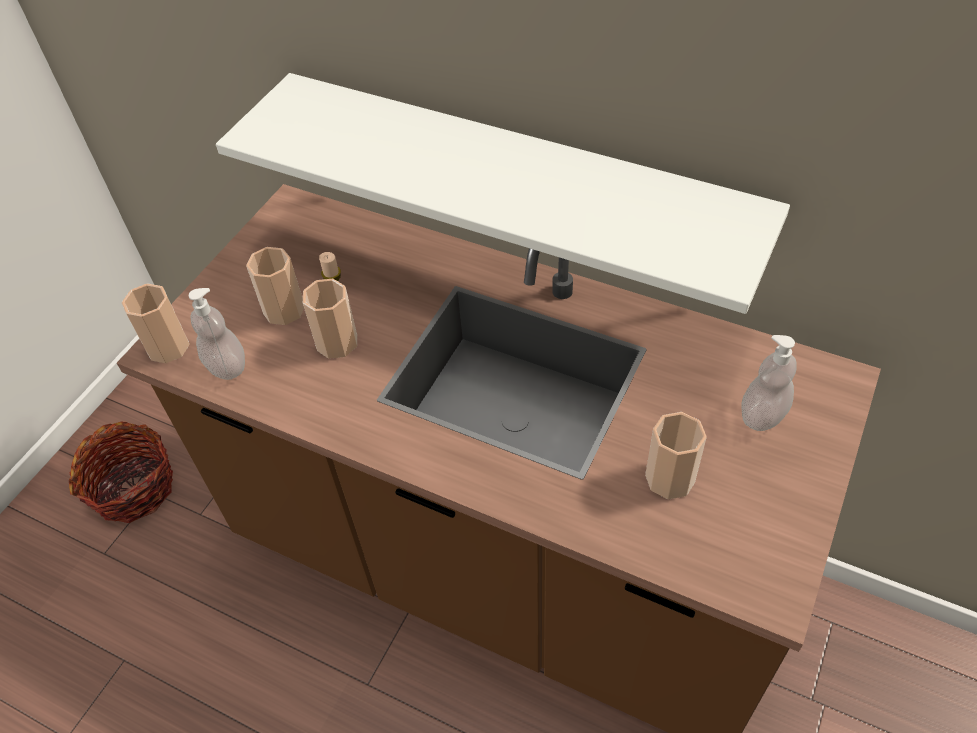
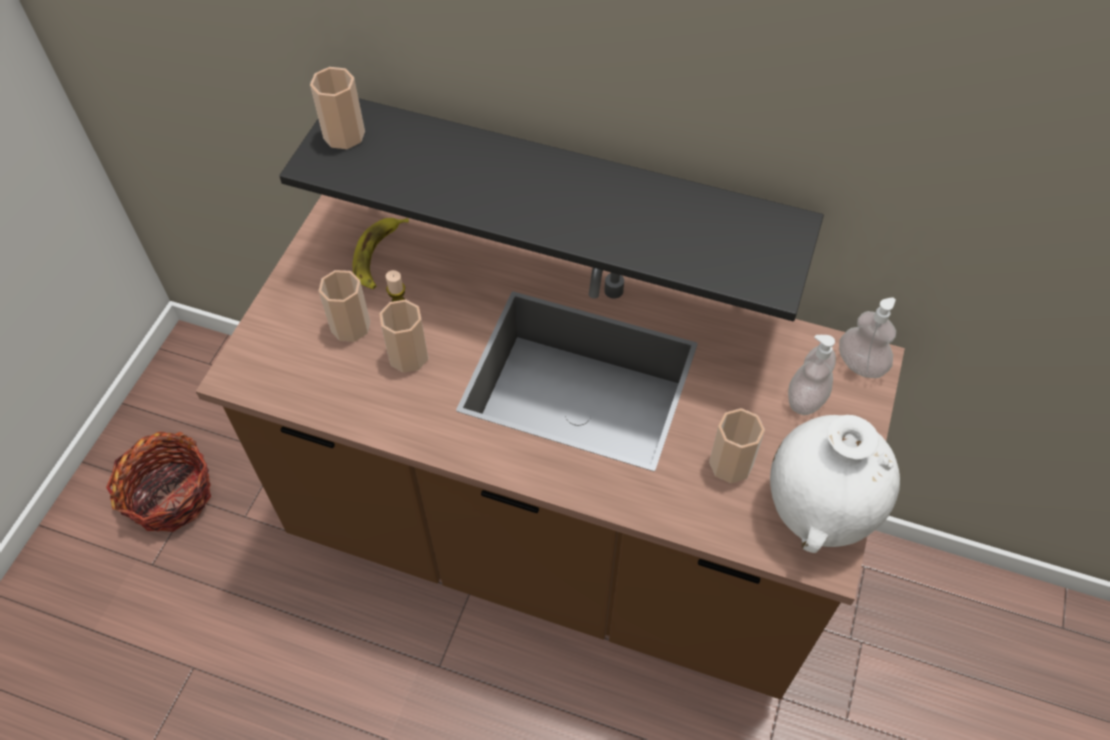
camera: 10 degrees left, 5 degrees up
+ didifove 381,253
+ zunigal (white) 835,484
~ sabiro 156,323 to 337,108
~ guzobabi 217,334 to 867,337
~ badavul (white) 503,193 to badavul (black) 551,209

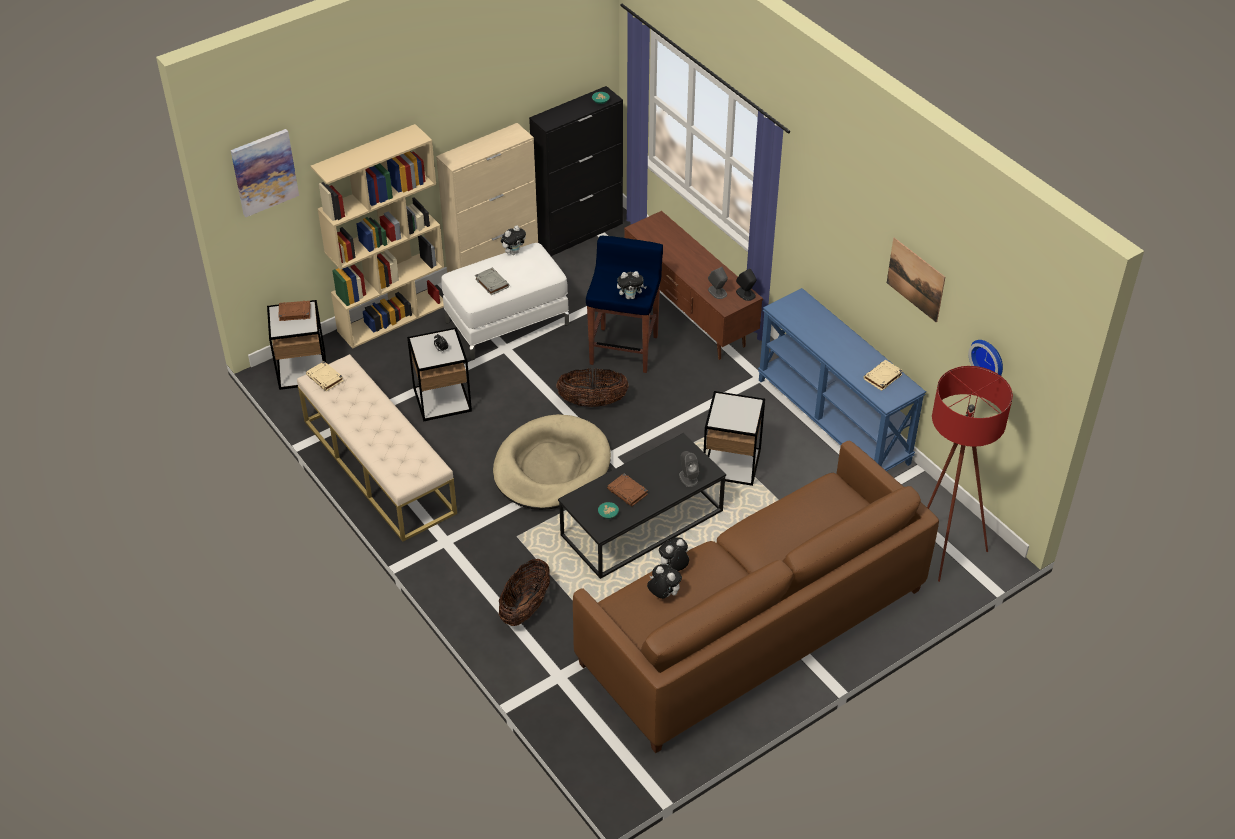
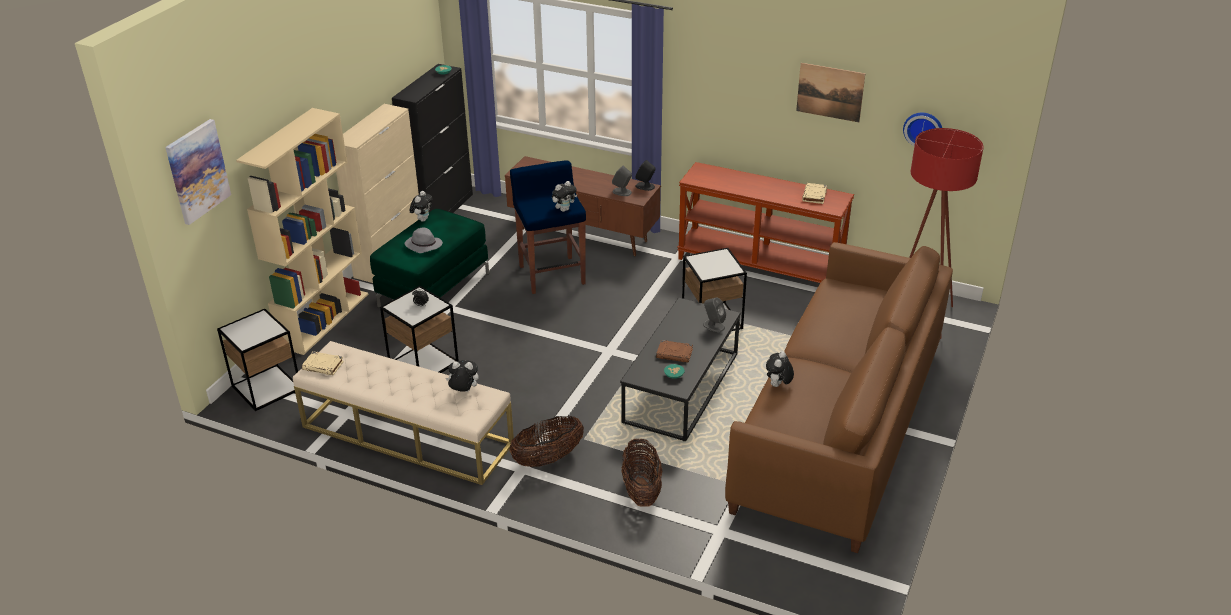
camera: 30 degrees left, 10 degrees down
- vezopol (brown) 294,311
- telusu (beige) 552,462
~ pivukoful 592,387 to 546,441
~ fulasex 664,581 to 462,376
~ vezopol (grey) 492,281 to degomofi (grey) 424,240
~ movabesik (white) 505,301 to movabesik (green) 429,258
~ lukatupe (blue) 842,379 to lukatupe (brown) 765,222

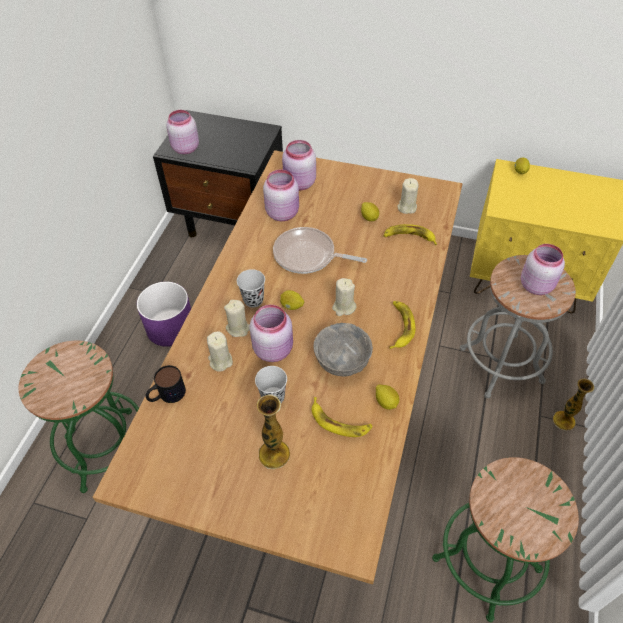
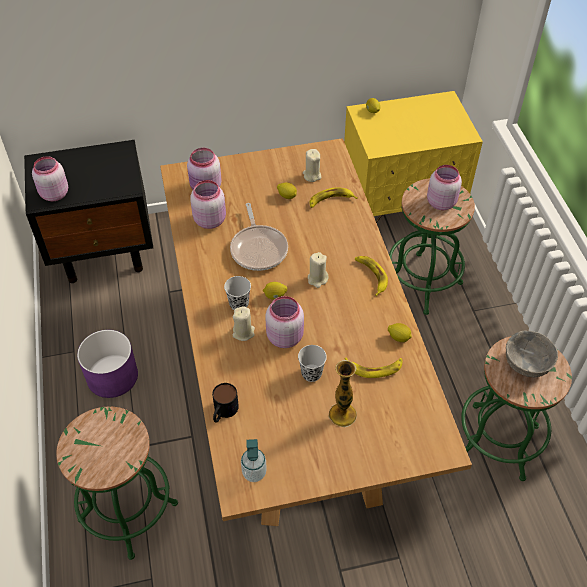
camera: 30 degrees left, 0 degrees up
- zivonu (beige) 220,352
- zunigal 573,404
+ guzobabi 254,460
~ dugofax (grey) 343,350 to 532,353
~ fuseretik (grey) 518,326 to fuseretik (green) 432,246
~ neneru 320,250 = 259,237 90 degrees counterclockwise

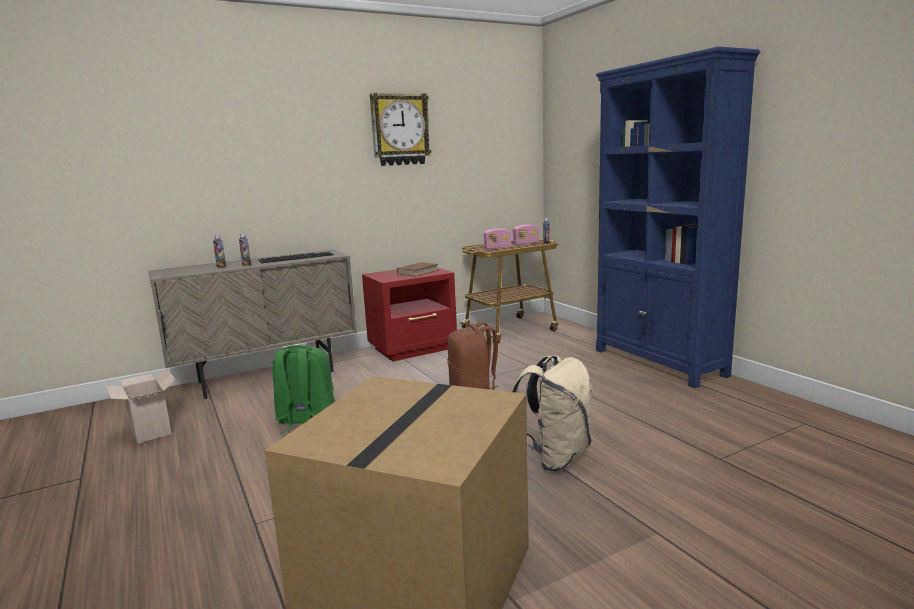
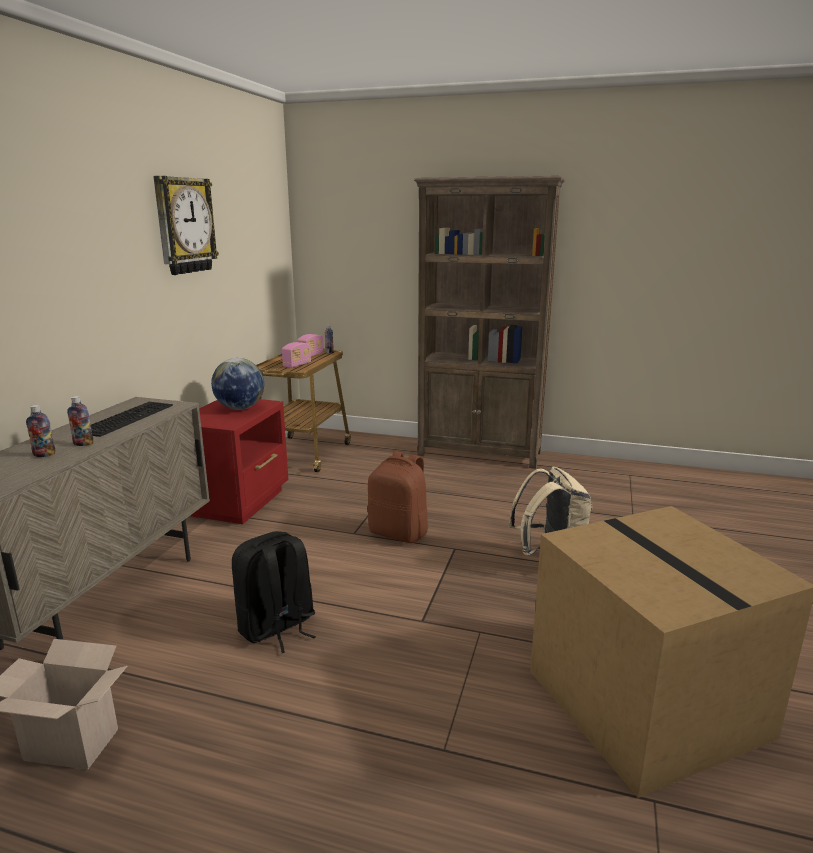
camera: 45 degrees left, 5 degrees up
~ vezopol (brown) 418,269 to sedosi 237,384
~ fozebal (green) 303,389 to fozebal (black) 274,592
~ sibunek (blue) 678,217 to sibunek (brown) 489,322

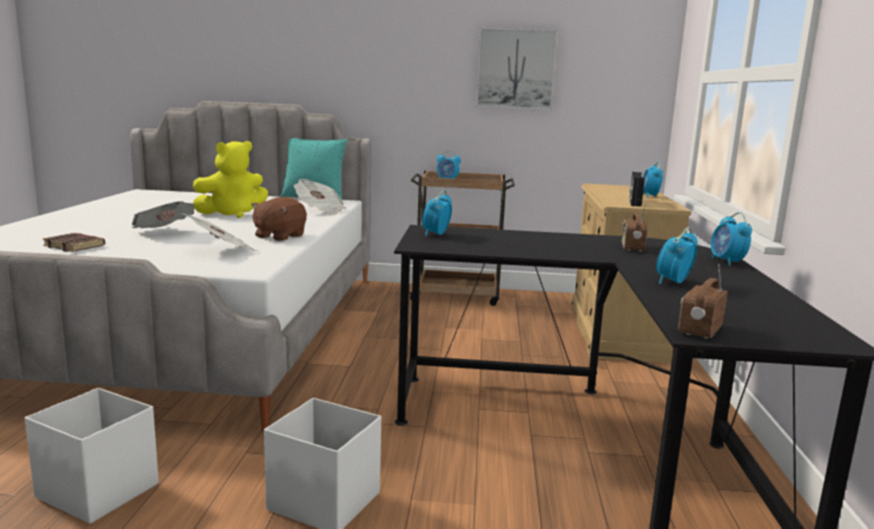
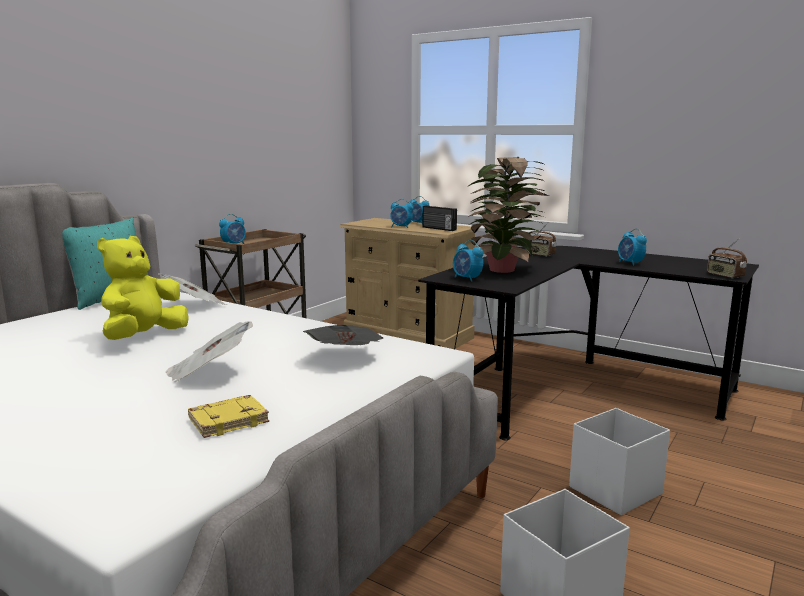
camera: 60 degrees left, 0 degrees up
- fulasex (brown) 279,219
- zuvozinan 517,69
+ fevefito 508,215
~ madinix 731,239 to 401,213
~ vezopol (brown) 74,242 to vezopol (yellow) 228,416
~ fulasex (yellow) 230,179 = 143,288 150 degrees counterclockwise

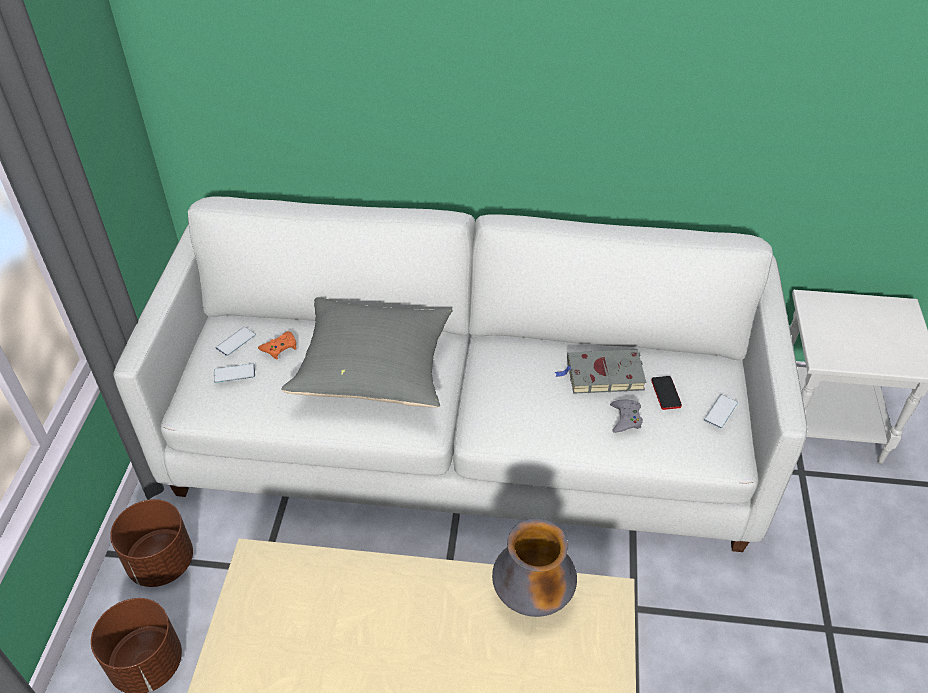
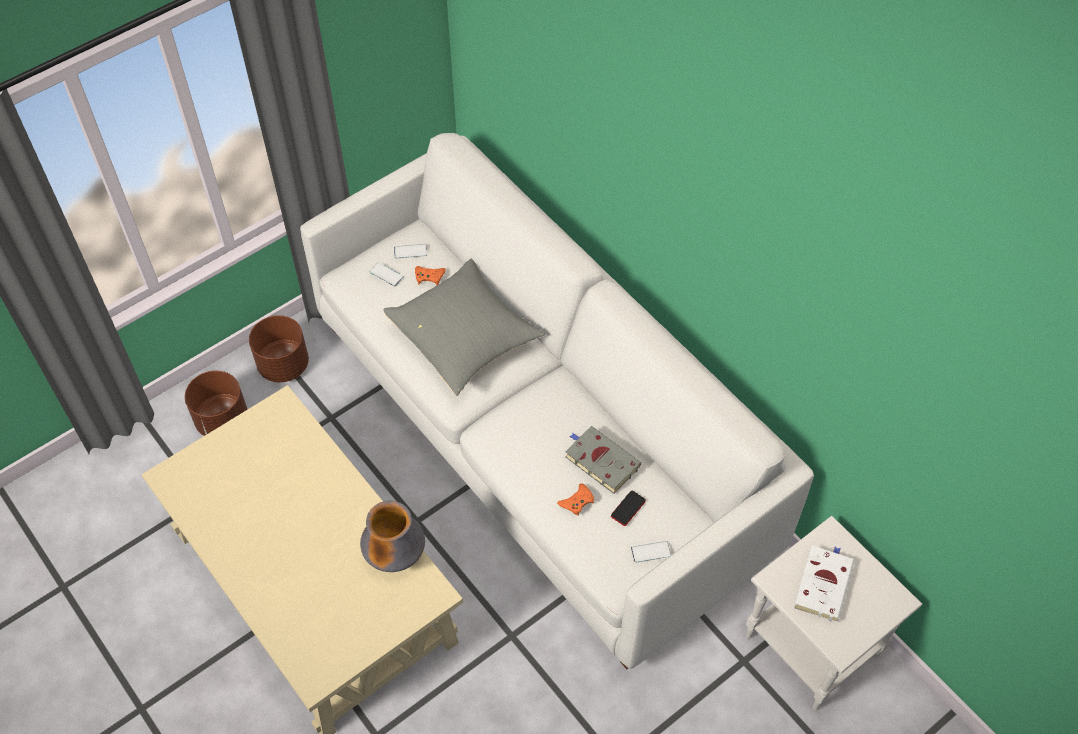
camera: 45 degrees right, 10 degrees up
+ vezopol (white) 824,584
~ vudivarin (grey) 626,416 to vudivarin (orange) 575,499

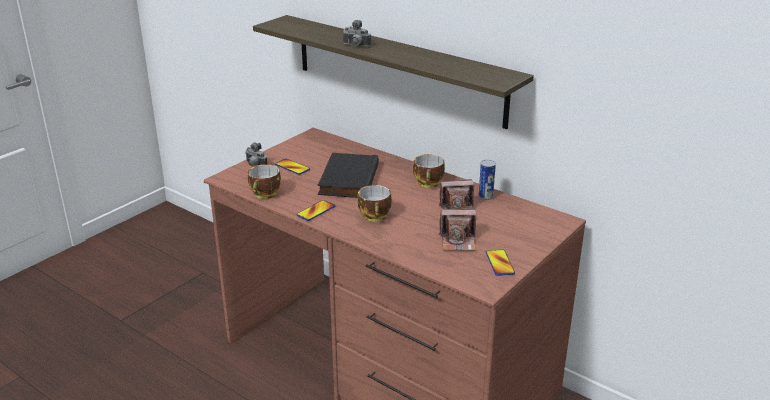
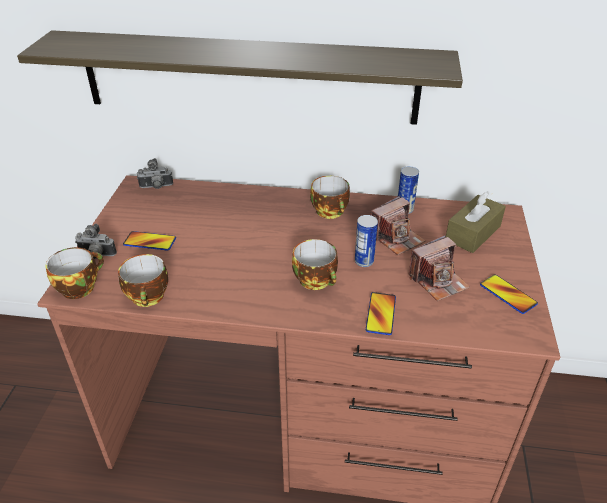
camera: 30 degrees left, 10 degrees up
- vezopol (black) 348,175
+ sabiro 75,273
+ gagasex 366,241
+ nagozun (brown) 476,222
~ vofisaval 315,210 to 381,313
~ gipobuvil 357,33 to 155,173

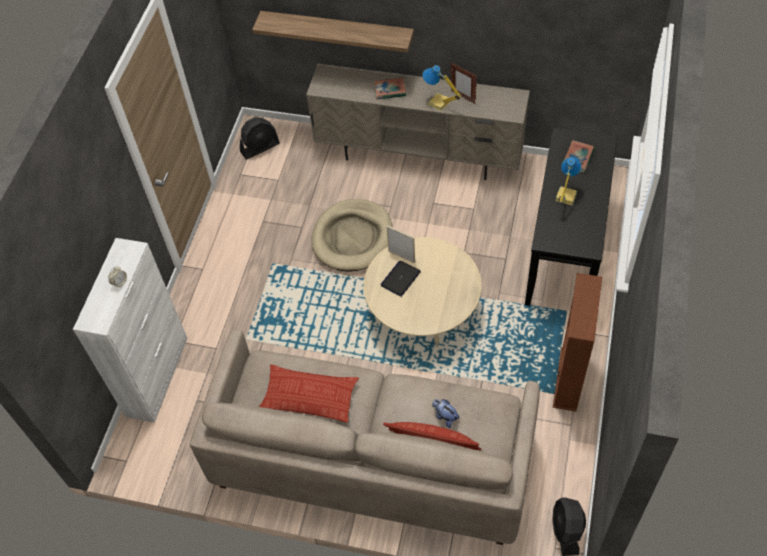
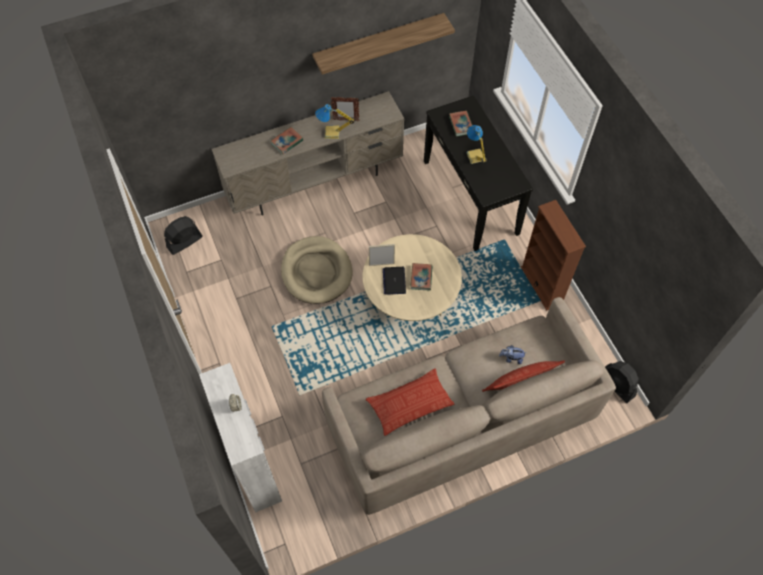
camera: 40 degrees left, 5 degrees up
+ vezopol 421,277
~ badavul 333,31 to 383,44
~ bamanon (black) 260,138 = 183,235 150 degrees counterclockwise

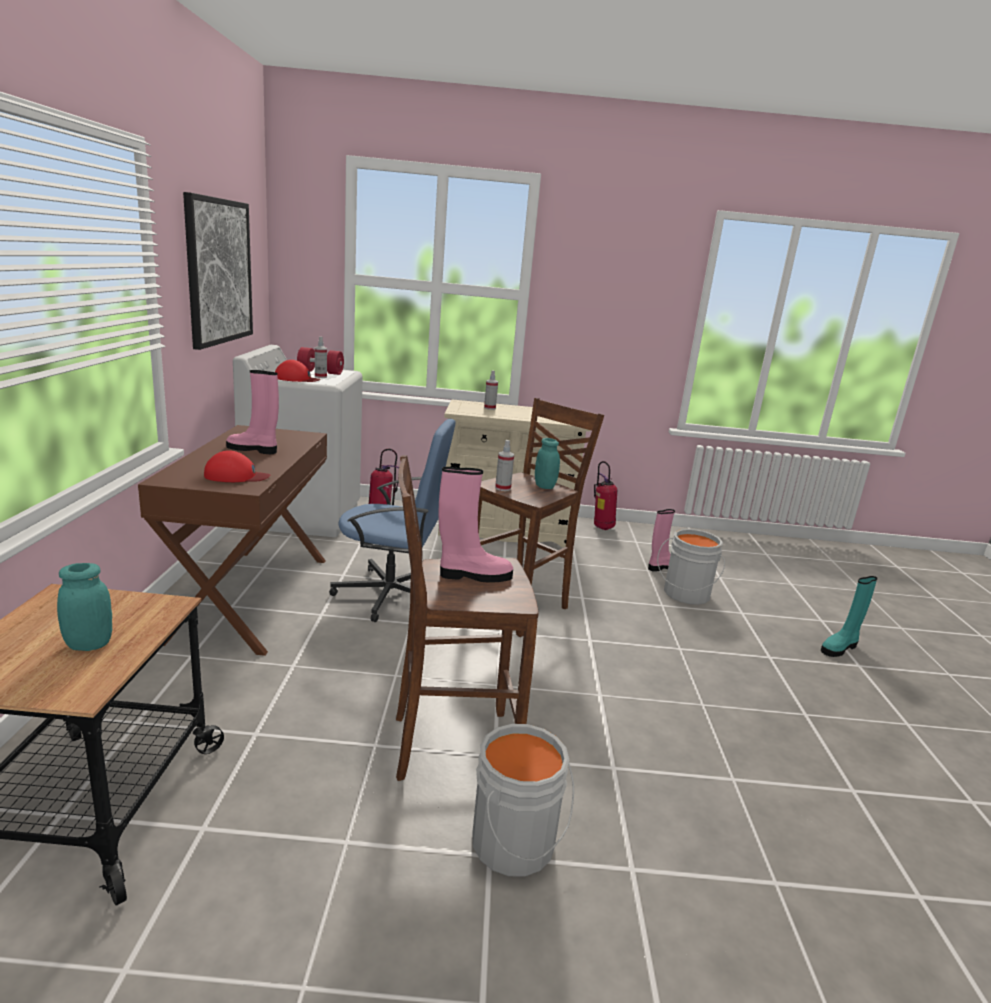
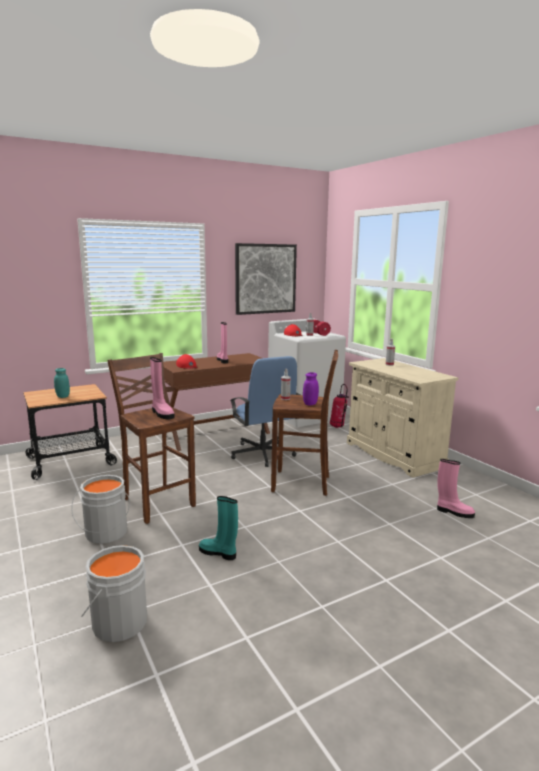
camera: 60 degrees right, 5 degrees down
- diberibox 605,495
~ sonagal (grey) 691,567 to 114,593
~ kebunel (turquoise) 849,616 to 218,528
~ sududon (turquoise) 547,463 to sududon (purple) 311,389

